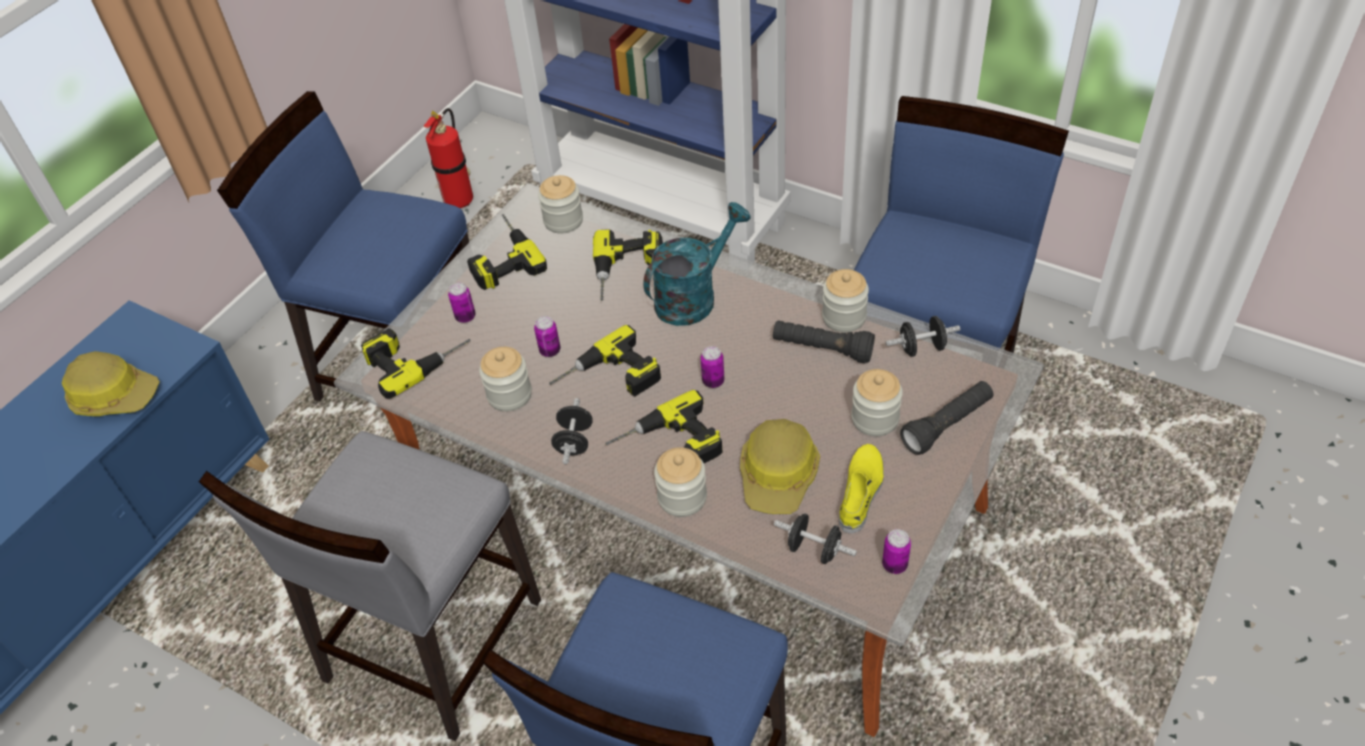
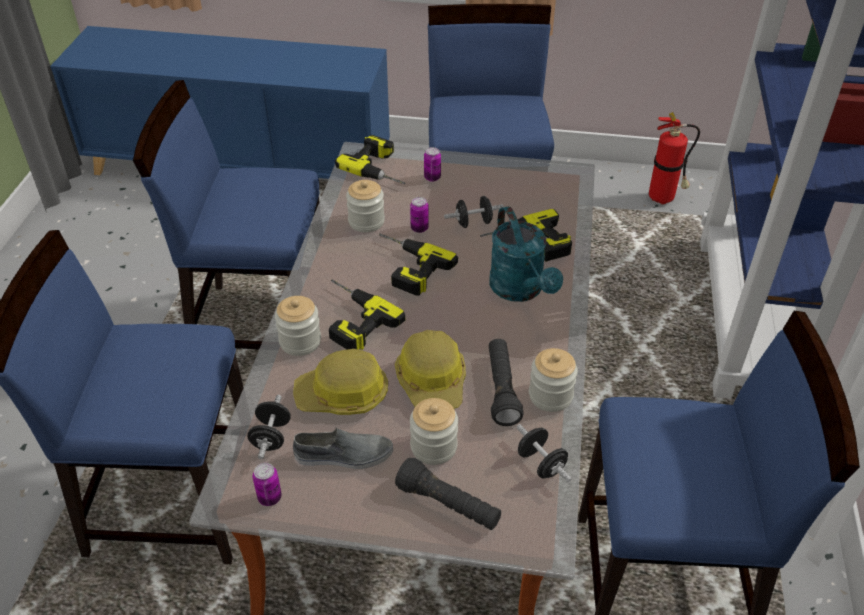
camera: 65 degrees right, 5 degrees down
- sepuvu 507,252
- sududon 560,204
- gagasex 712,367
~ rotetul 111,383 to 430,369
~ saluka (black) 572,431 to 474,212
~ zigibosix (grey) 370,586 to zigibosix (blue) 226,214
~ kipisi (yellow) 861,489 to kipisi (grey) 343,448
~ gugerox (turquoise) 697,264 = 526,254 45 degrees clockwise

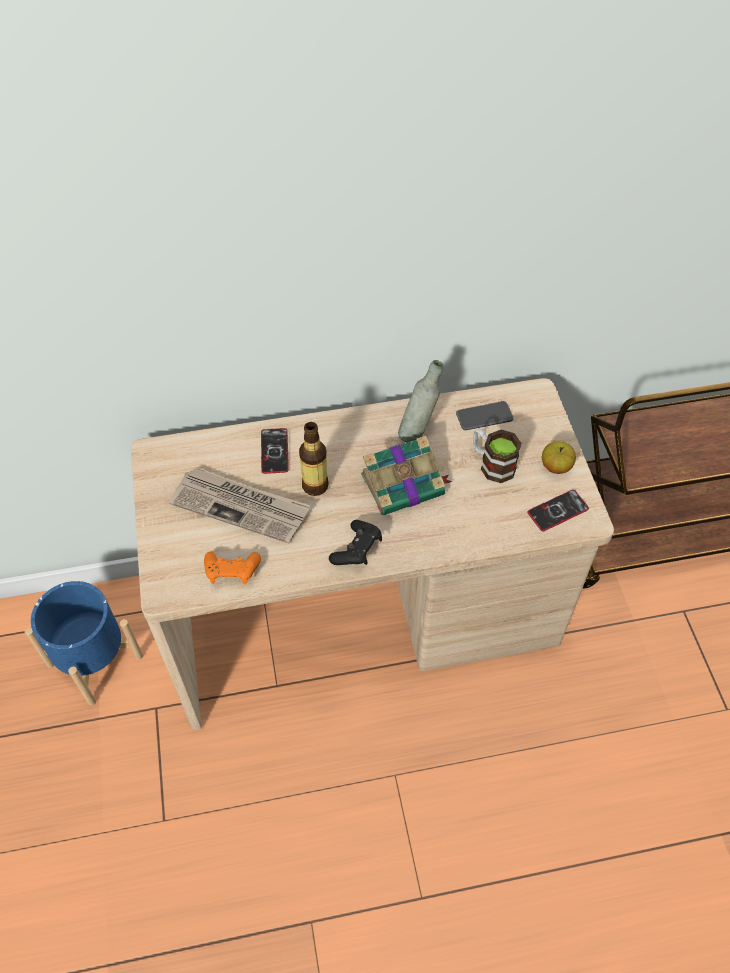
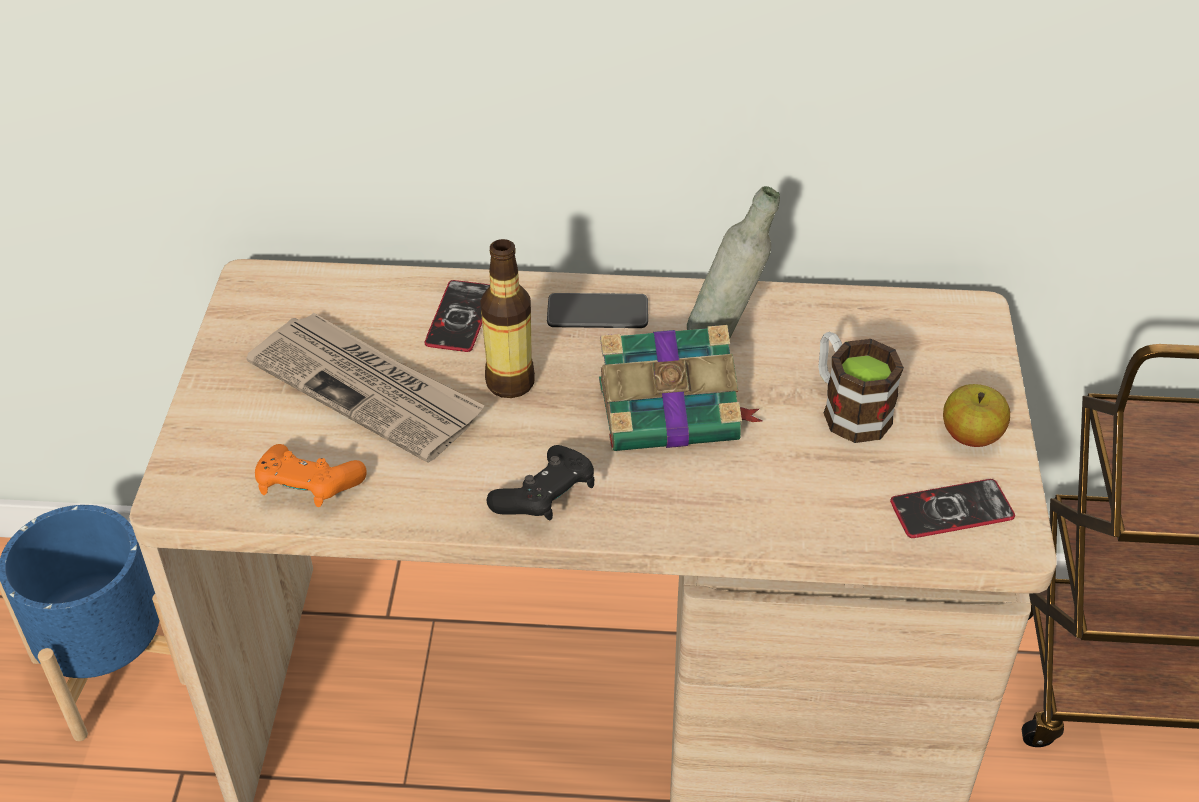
camera: 15 degrees right, 10 degrees down
~ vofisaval 484,415 to 597,310

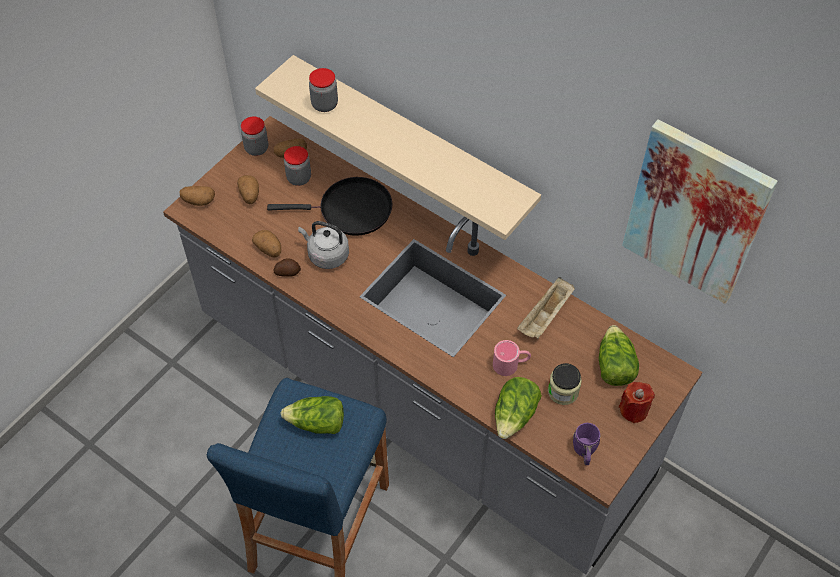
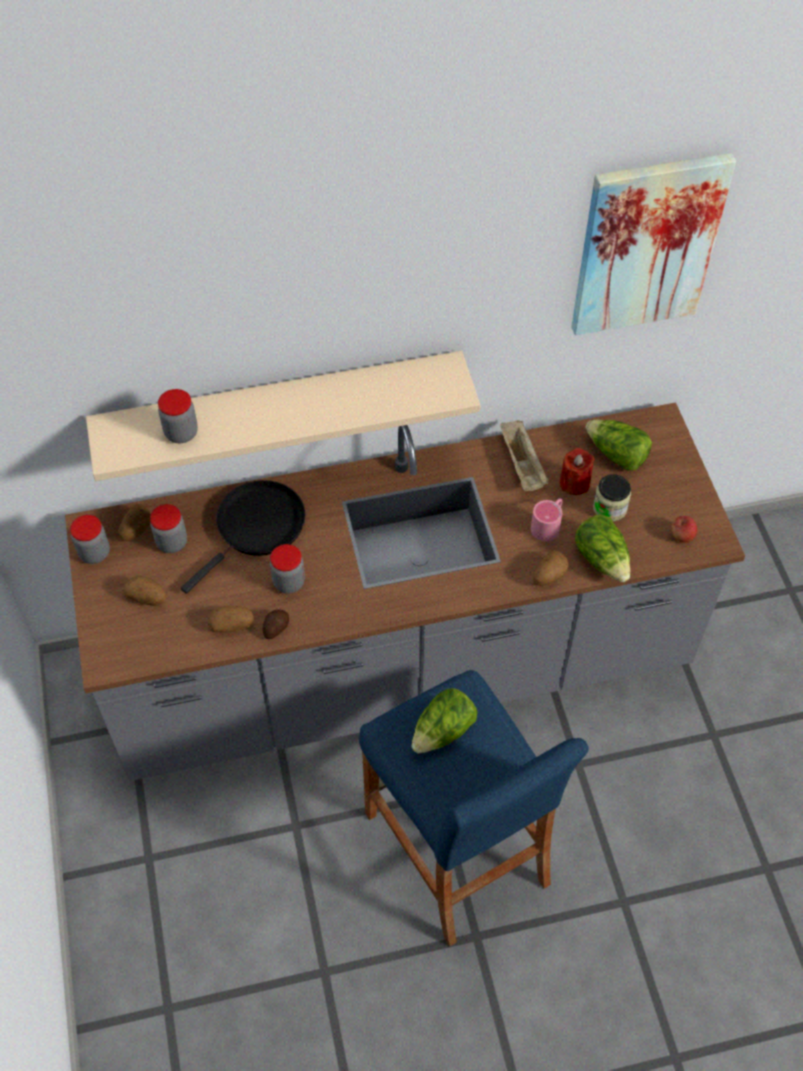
camera: 50 degrees left, 0 degrees up
~ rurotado 197,196 to 551,568
~ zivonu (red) 637,402 to 577,471
~ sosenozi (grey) 323,245 to sududon 287,569
~ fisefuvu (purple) 586,444 to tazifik 684,529

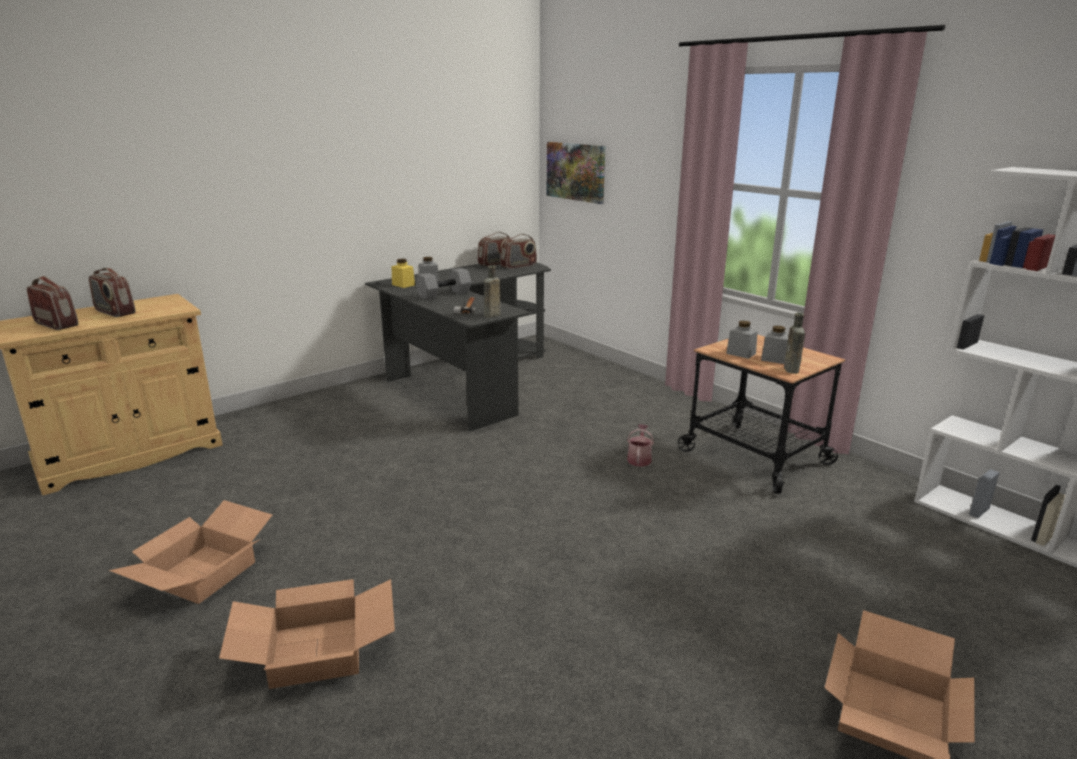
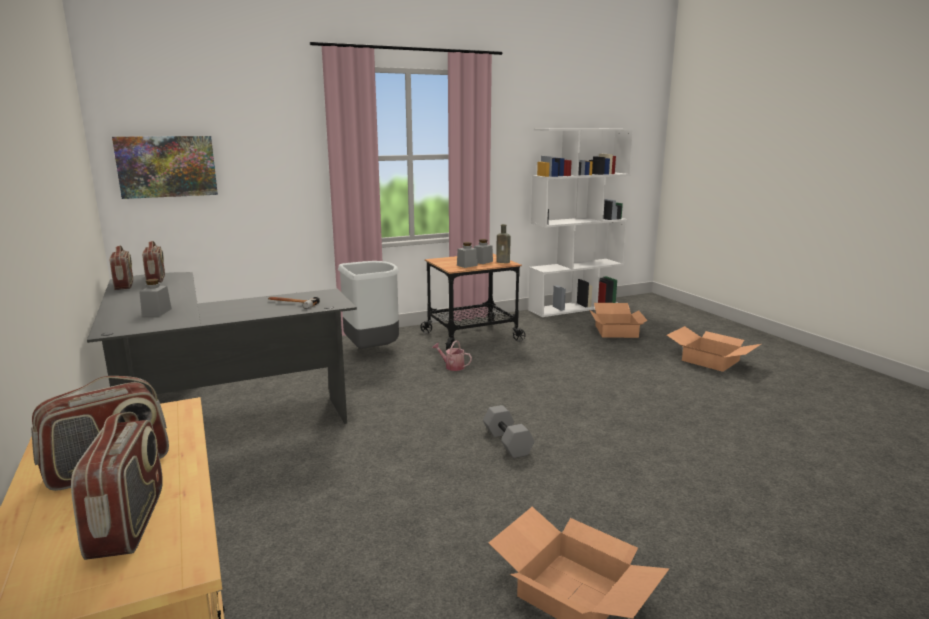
camera: 75 degrees left, 5 degrees down
- sududon (yellow) 403,273
- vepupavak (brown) 492,291
+ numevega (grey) 368,305
~ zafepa 307,634 to 619,320
~ saluka (grey) 443,284 to 509,431
~ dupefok 52,303 = 117,486 120 degrees clockwise

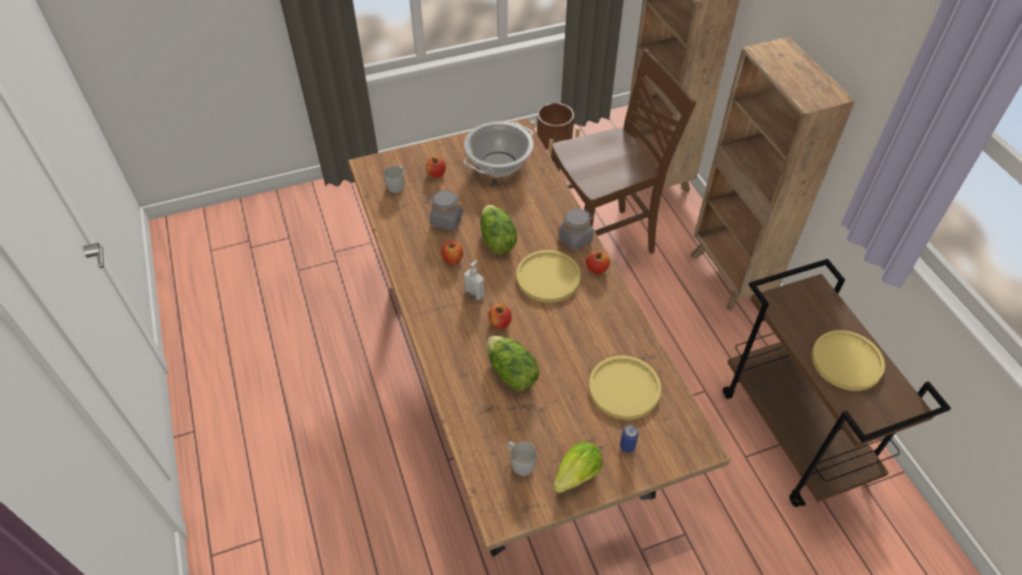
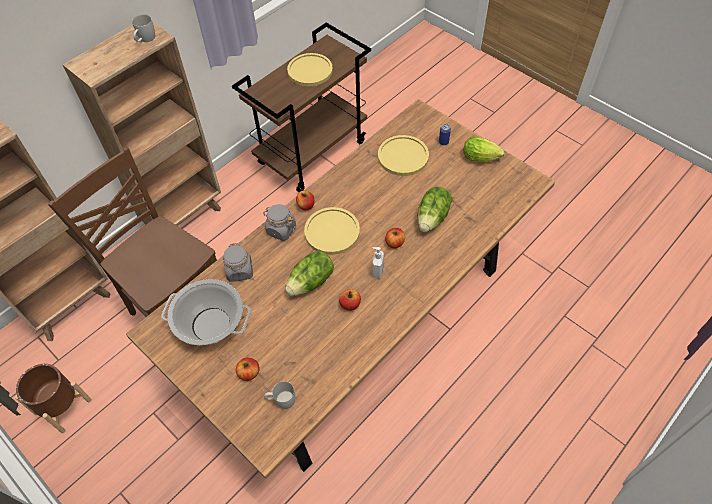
camera: 115 degrees left, 5 degrees up
~ sududon (grey) 445,210 to 238,262
~ fisefuvu (white) 522,458 to 143,28

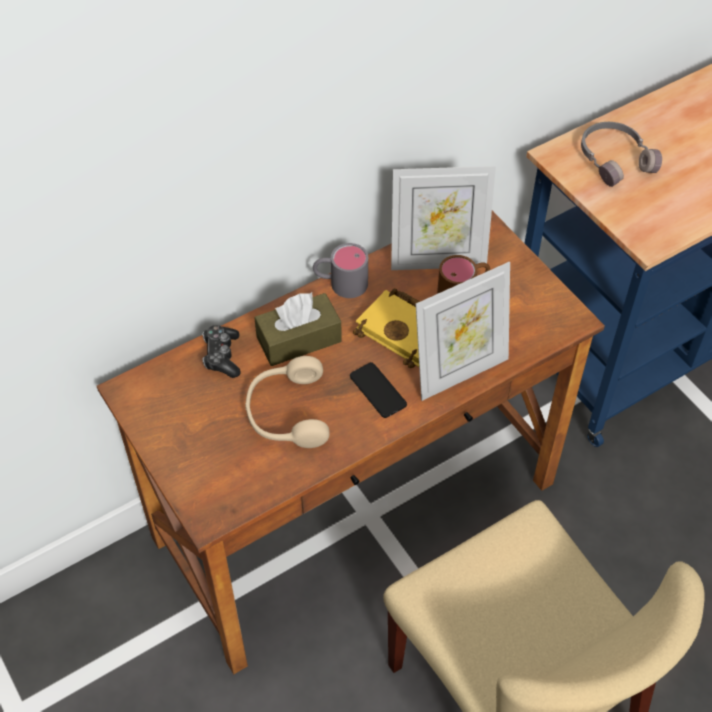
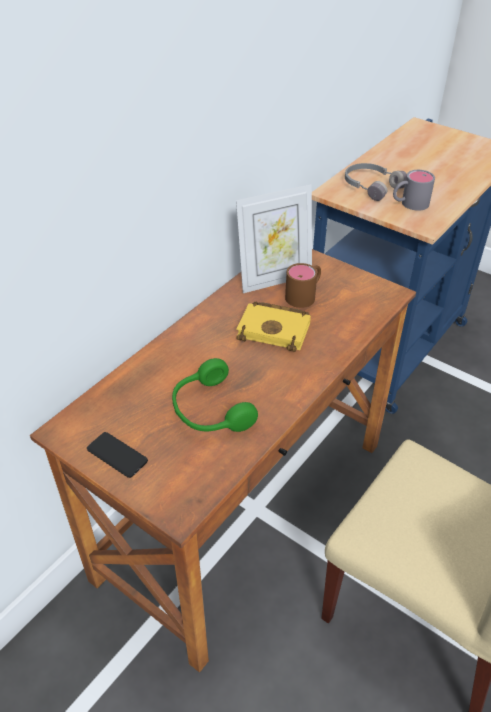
camera: 20 degrees left, 10 degrees down
- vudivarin 221,351
- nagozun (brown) 298,329
- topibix 463,331
~ fisefuvu (grey) 340,270 to 414,190
~ vofisaval 378,390 to 117,455
~ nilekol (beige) 287,402 to nilekol (green) 215,395

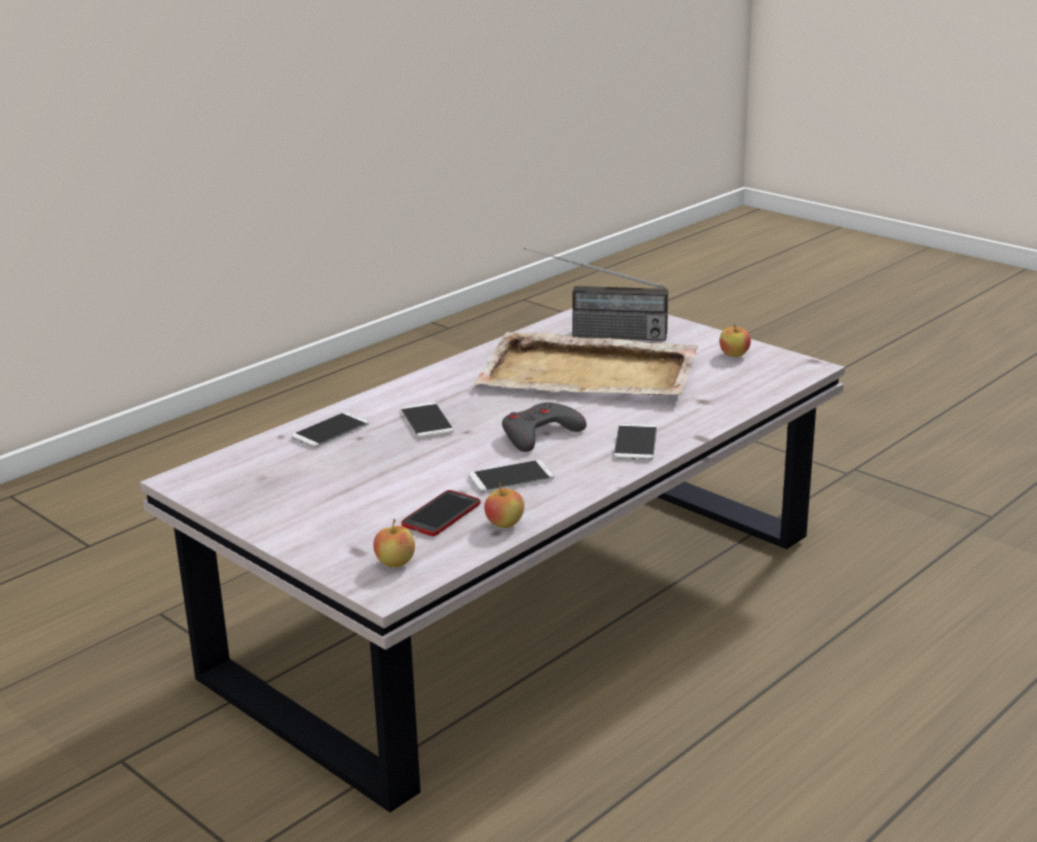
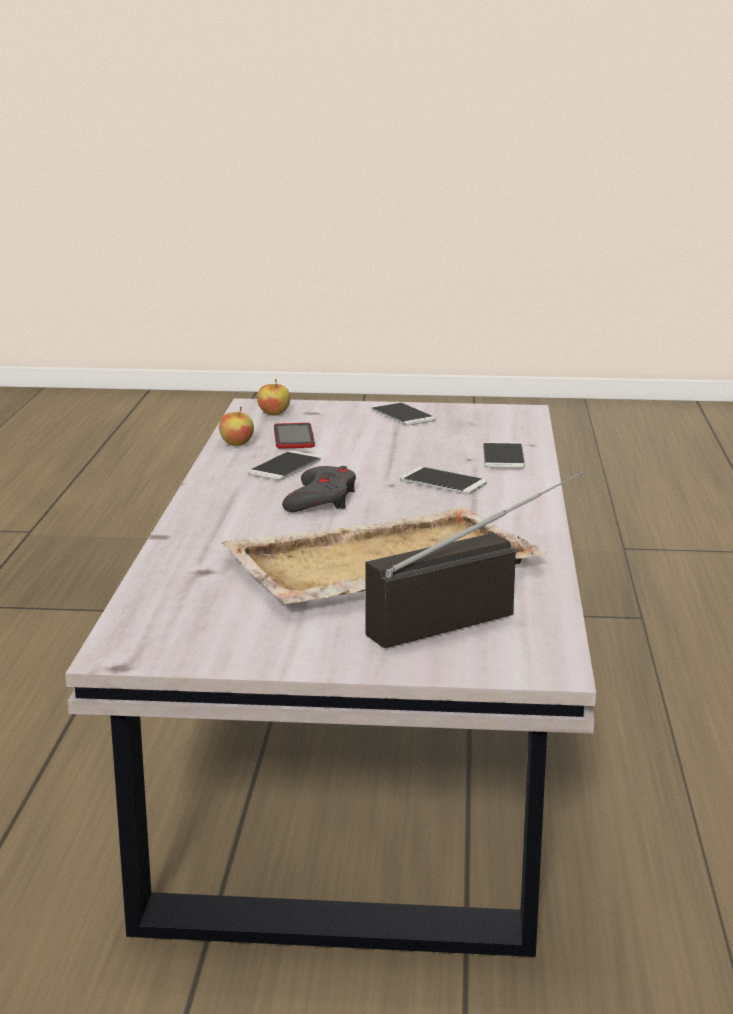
camera: 140 degrees right, 5 degrees down
- tazifik 735,340
~ vofisaval 635,442 to 403,413

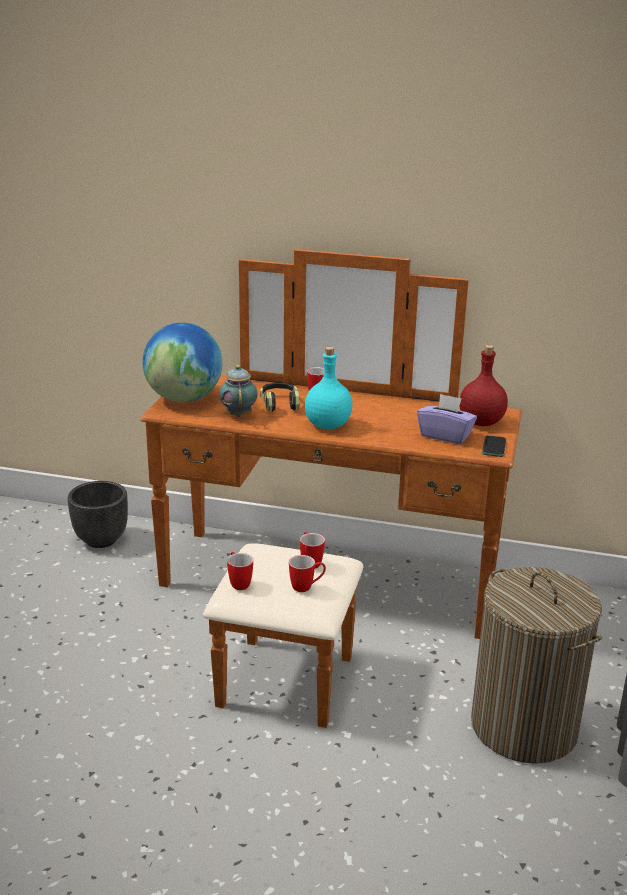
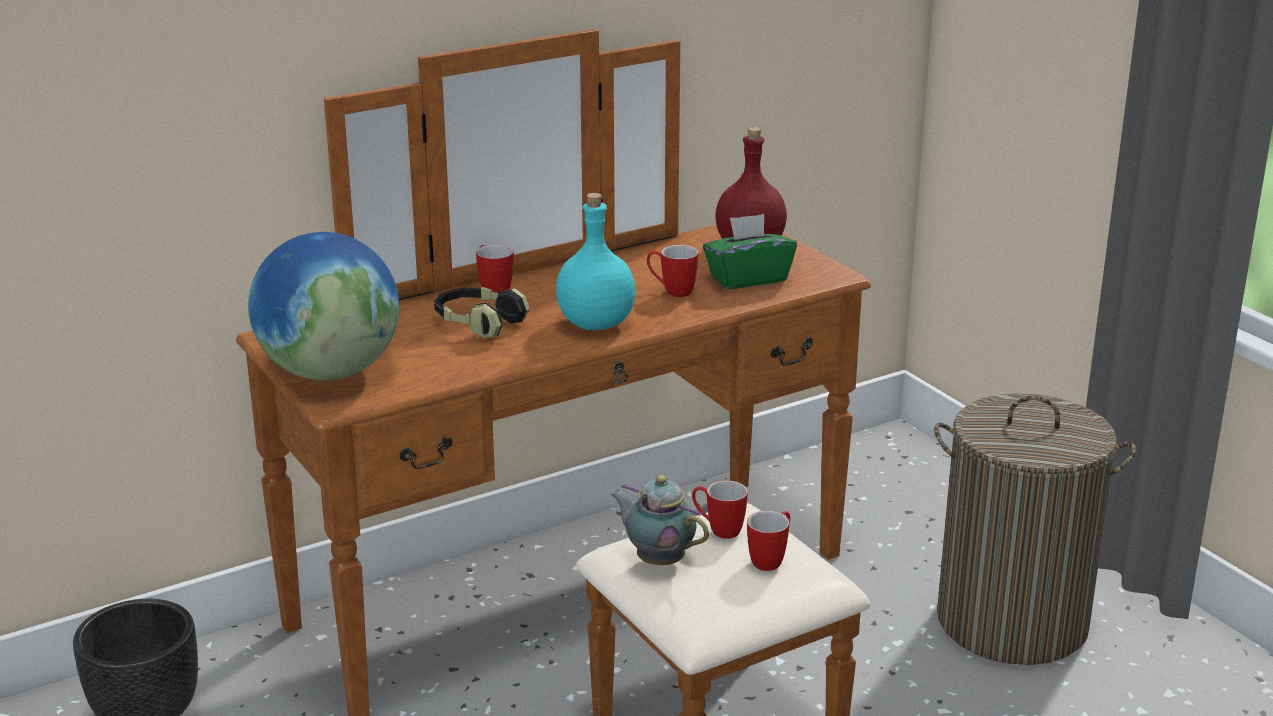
camera: 45 degrees left, 0 degrees up
- vofisaval 494,446
~ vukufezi 238,391 to 660,520
~ fisefuvu 240,571 to 672,271
~ nagozun (purple) 447,419 to nagozun (green) 750,251

